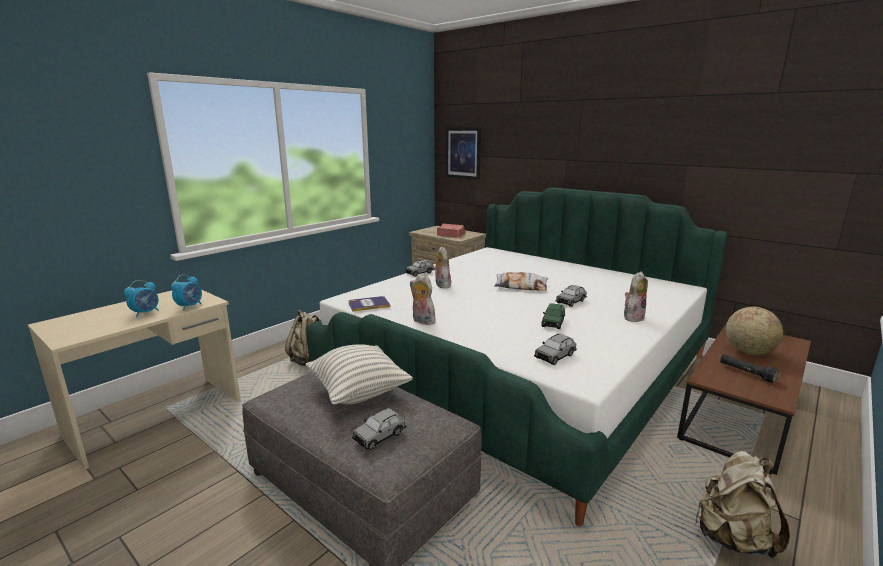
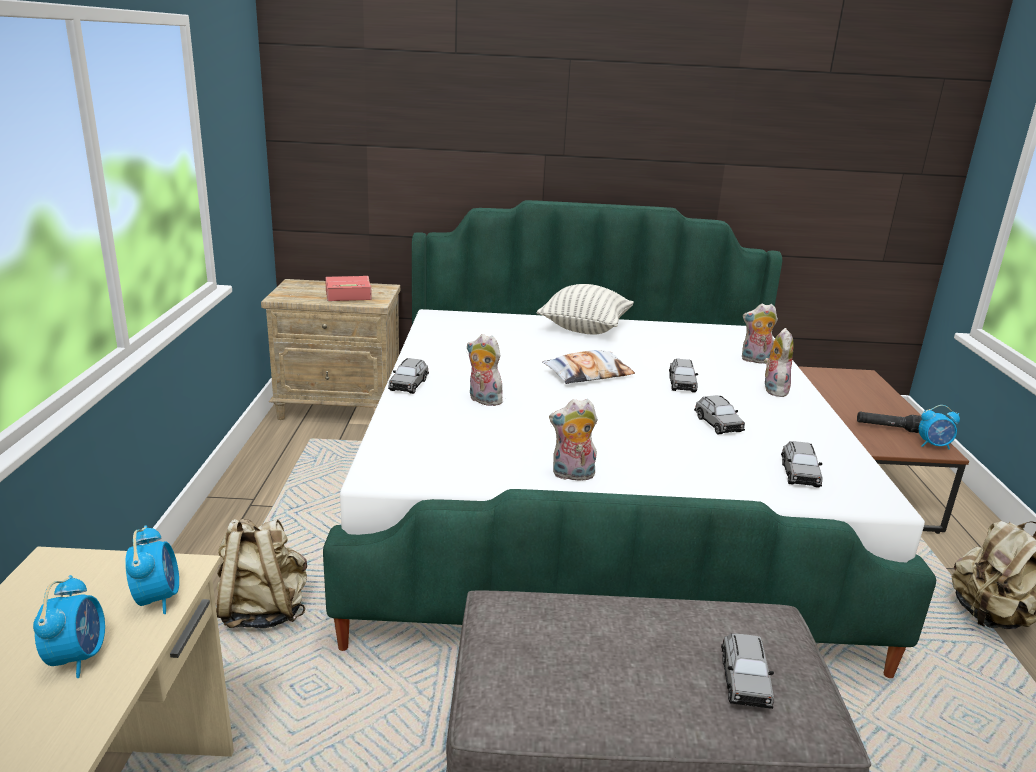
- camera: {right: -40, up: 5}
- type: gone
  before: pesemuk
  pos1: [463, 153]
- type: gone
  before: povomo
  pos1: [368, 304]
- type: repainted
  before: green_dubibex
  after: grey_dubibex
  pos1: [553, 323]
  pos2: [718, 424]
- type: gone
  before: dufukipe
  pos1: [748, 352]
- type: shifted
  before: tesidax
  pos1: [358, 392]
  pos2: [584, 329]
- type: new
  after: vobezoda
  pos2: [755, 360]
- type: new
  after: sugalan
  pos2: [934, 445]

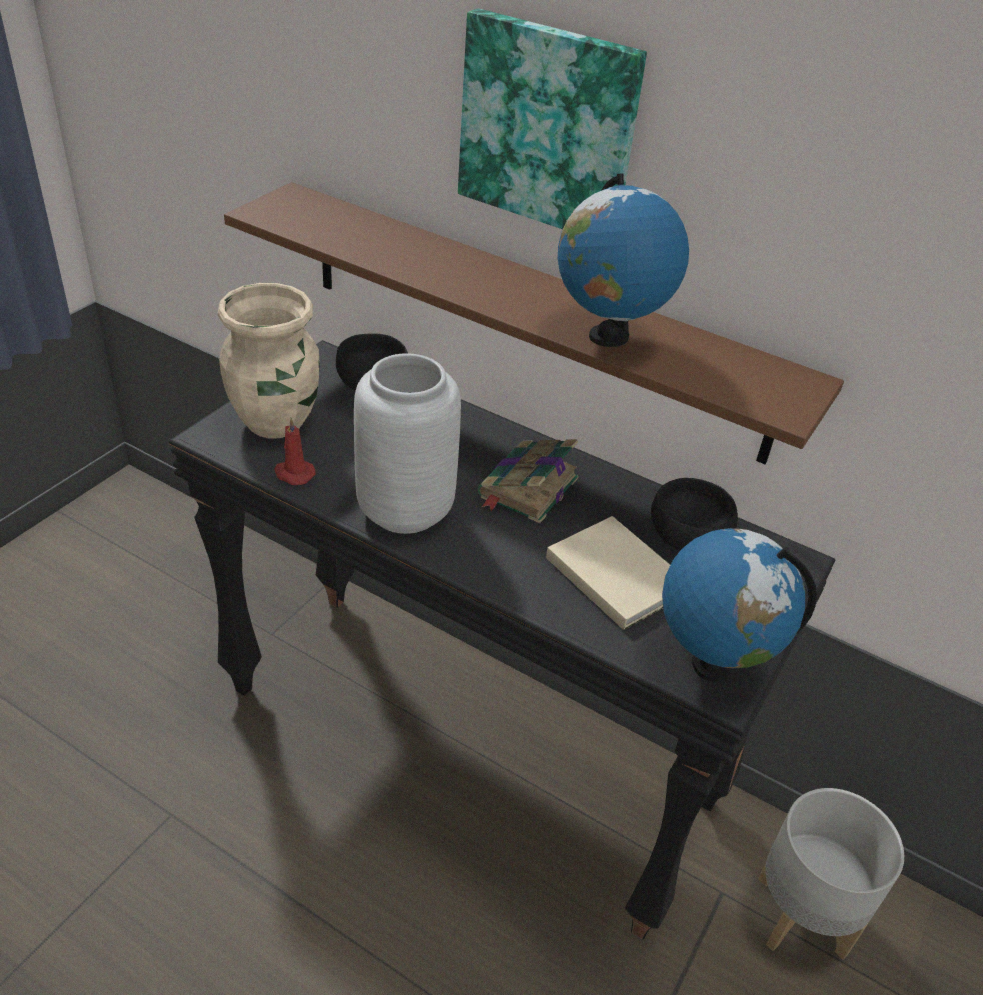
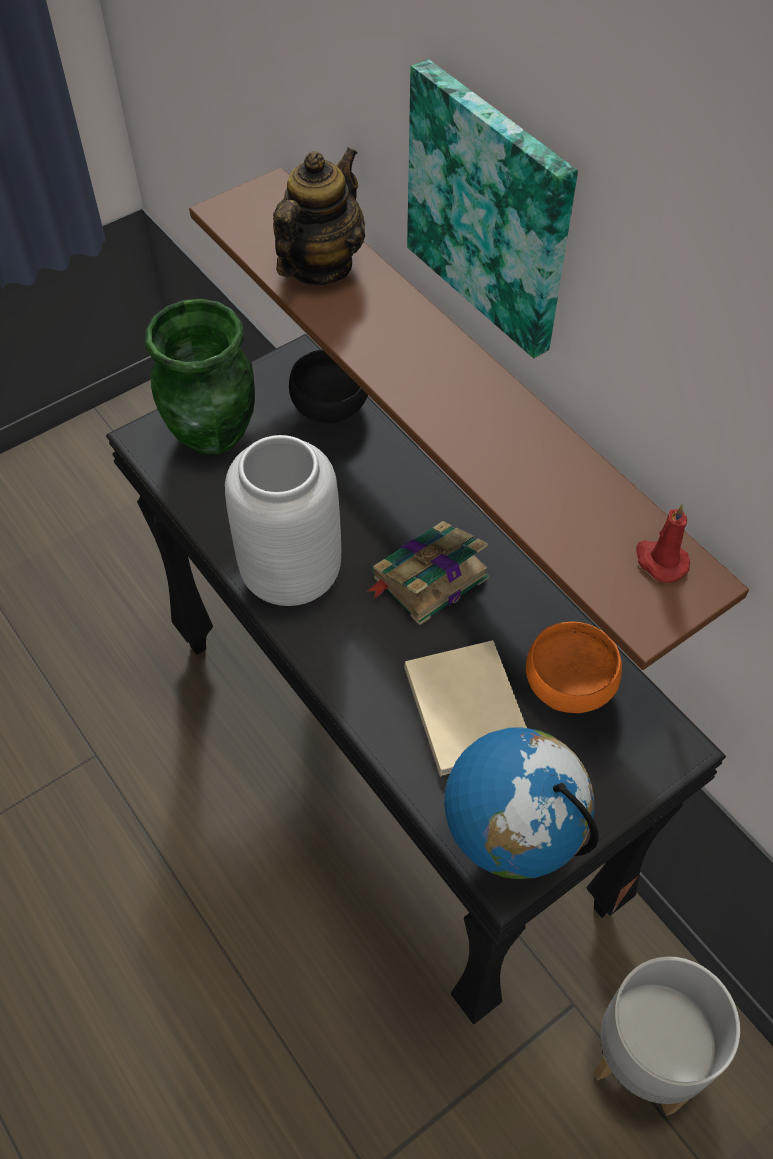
- camera: {right: 25, up: 15}
- type: gone
  before: dufukipe
  pos1: [607, 337]
- type: repainted
  before: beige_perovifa
  after: green_perovifa
  pos1: [276, 422]
  pos2: [214, 434]
- type: shifted
  before: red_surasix
  pos1: [293, 474]
  pos2: [660, 561]
- type: repainted
  before: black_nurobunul
  after: orange_nurobunul
  pos1: [686, 537]
  pos2: [568, 683]
- type: new
  after: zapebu
  pos2: [319, 266]

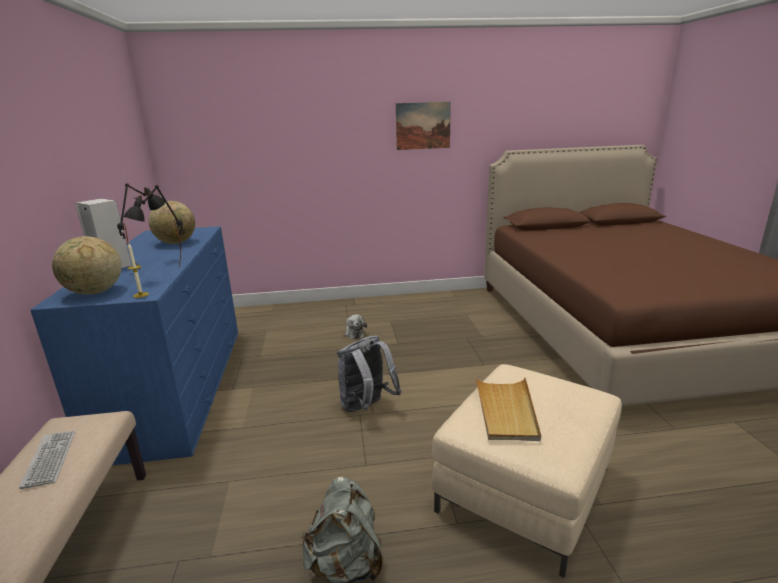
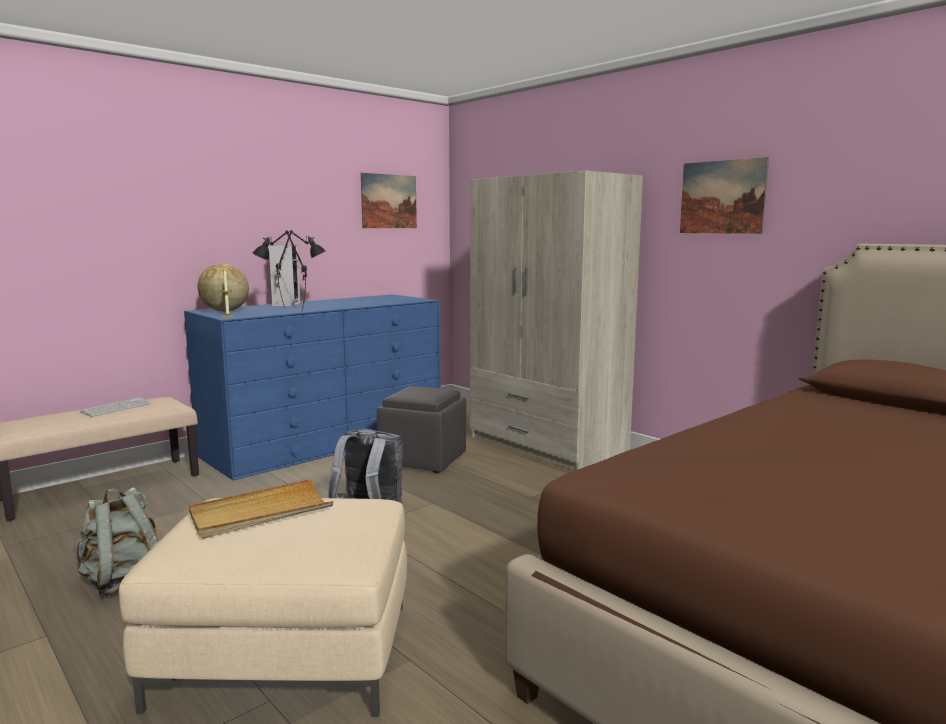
- camera: {right: 55, up: -10}
- type: gone
  before: dufukipe
  pos1: [176, 242]
- type: gone
  before: vobezoda
  pos1: [354, 333]
- type: new
  after: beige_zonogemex
  pos2: [546, 445]
- type: new
  after: pesemuk
  pos2: [389, 201]
- type: new
  after: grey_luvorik
  pos2: [423, 459]

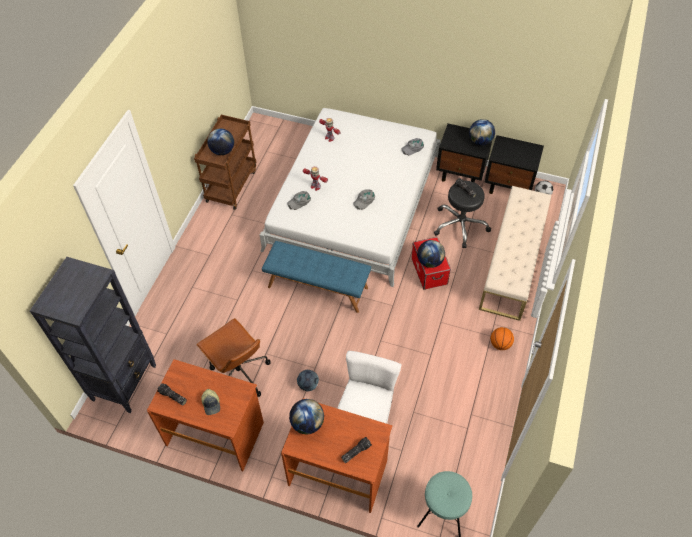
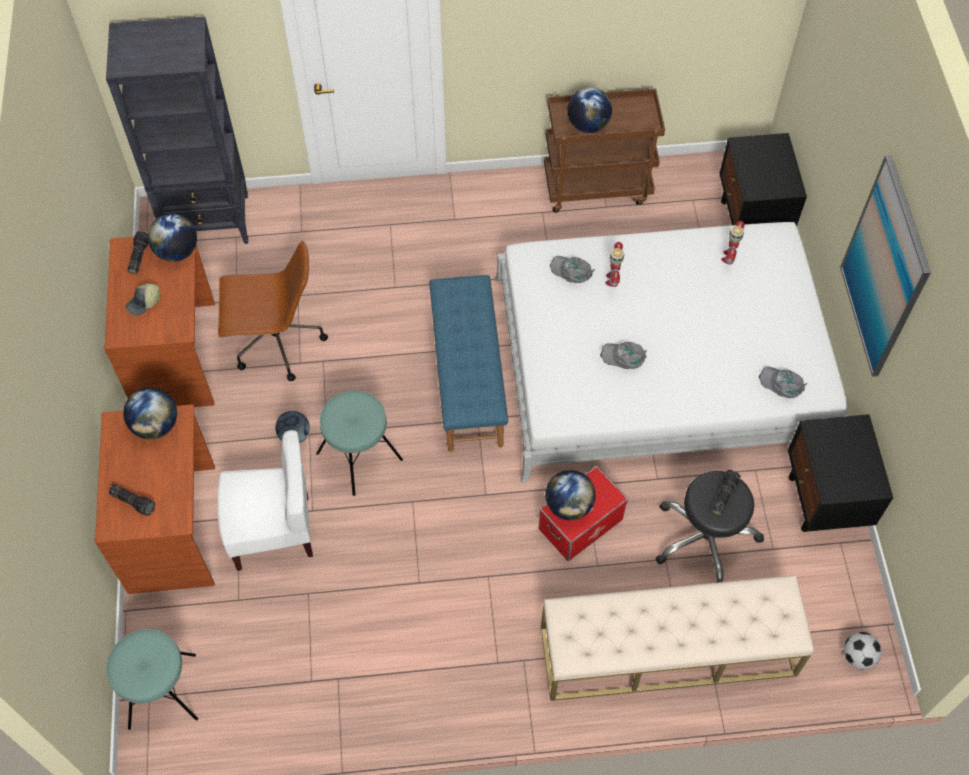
- camera: {right: 65, up: 5}
- type: shifted
  before: dufukipe
  pos1: [480, 141]
  pos2: [177, 252]
- type: shifted
  before: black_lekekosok
  pos1: [508, 186]
  pos2: [752, 220]
- type: rotated
  before: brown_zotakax
  pos1: [239, 374]
  pos2: [276, 343]
  turn: -120
- type: gone
  before: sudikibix
  pos1: [500, 344]
- type: new
  after: pesemuk
  pos2: [884, 269]
- type: new
  after: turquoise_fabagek
  pos2: [359, 456]

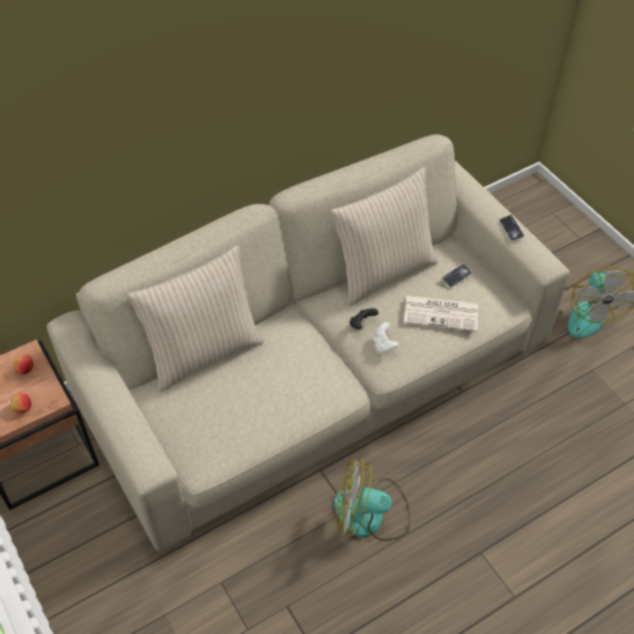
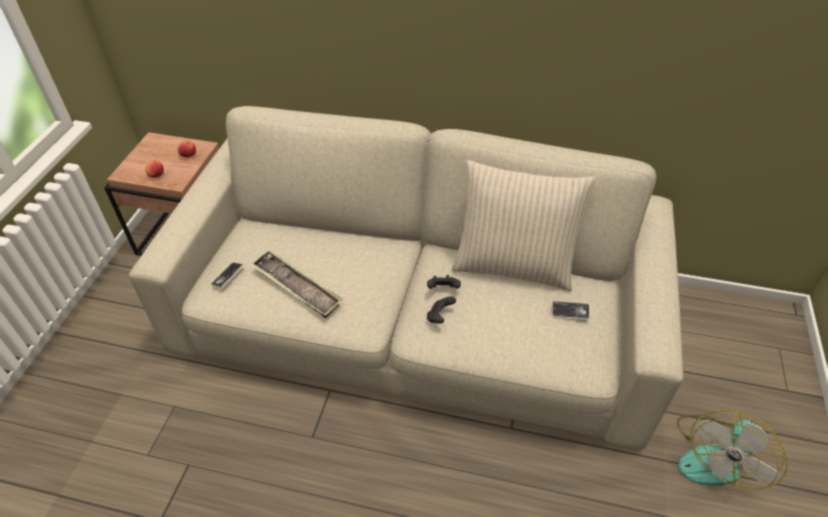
- camera: {right: 45, up: -5}
- type: shifted
  before: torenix
  pos1: [511, 229]
  pos2: [227, 276]
- type: gone
  before: beige_tesidax
  pos1: [204, 352]
- type: gone
  before: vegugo
  pos1: [442, 313]
- type: repainted
  before: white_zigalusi
  after: black_zigalusi
  pos1: [384, 344]
  pos2: [439, 317]
- type: gone
  before: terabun
  pos1: [370, 515]
- type: new
  after: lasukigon
  pos2: [296, 287]

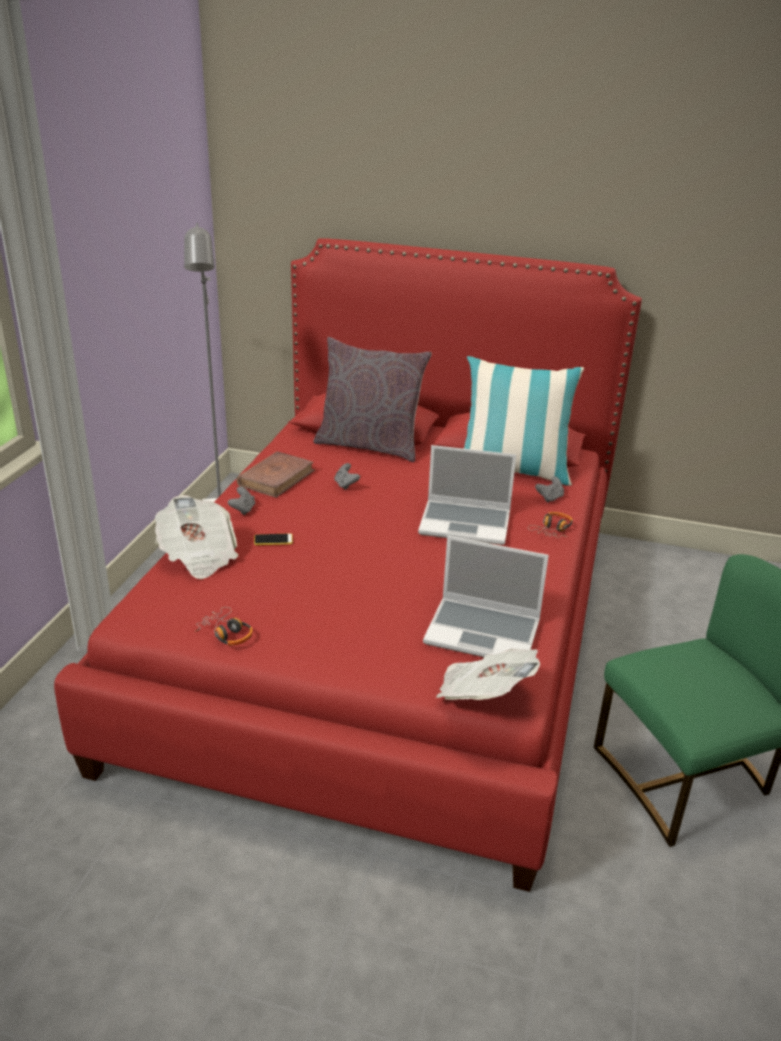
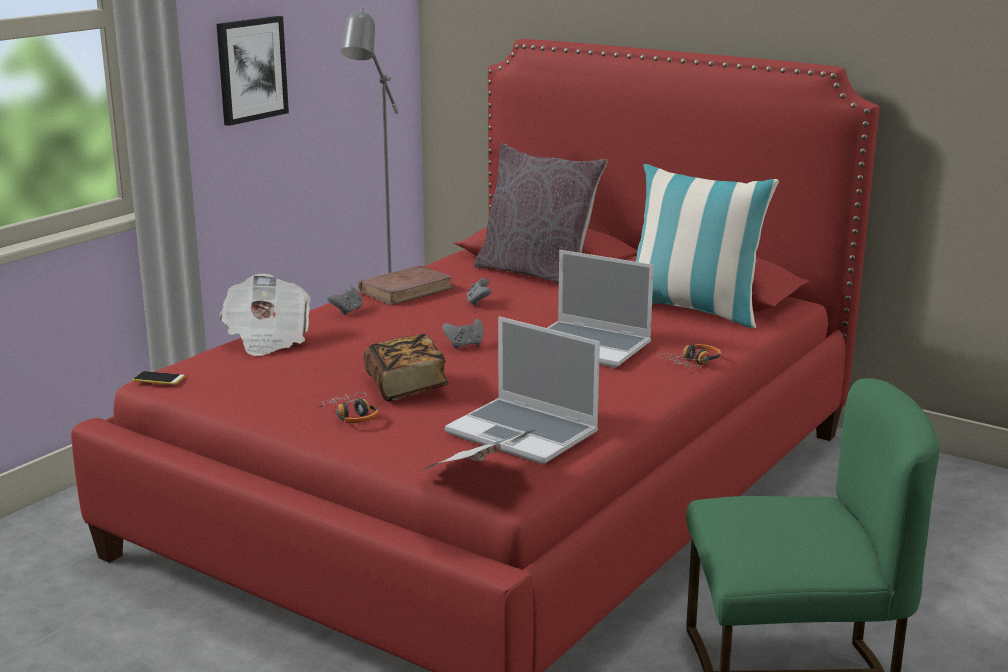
- camera: {right: 20, up: -10}
- type: shifted
  before: grey_zigalusi
  pos1: [550, 498]
  pos2: [465, 345]
- type: shifted
  before: torenix
  pos1: [273, 540]
  pos2: [159, 379]
- type: shifted
  before: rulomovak
  pos1: [226, 633]
  pos2: [351, 416]
- type: new
  after: pesemuk
  pos2: [251, 69]
- type: new
  after: povomo
  pos2: [406, 386]

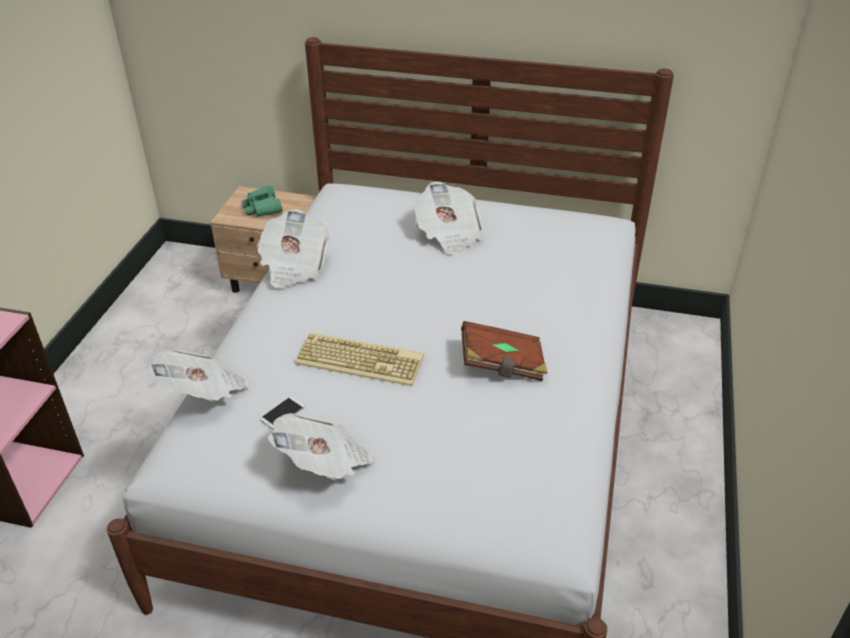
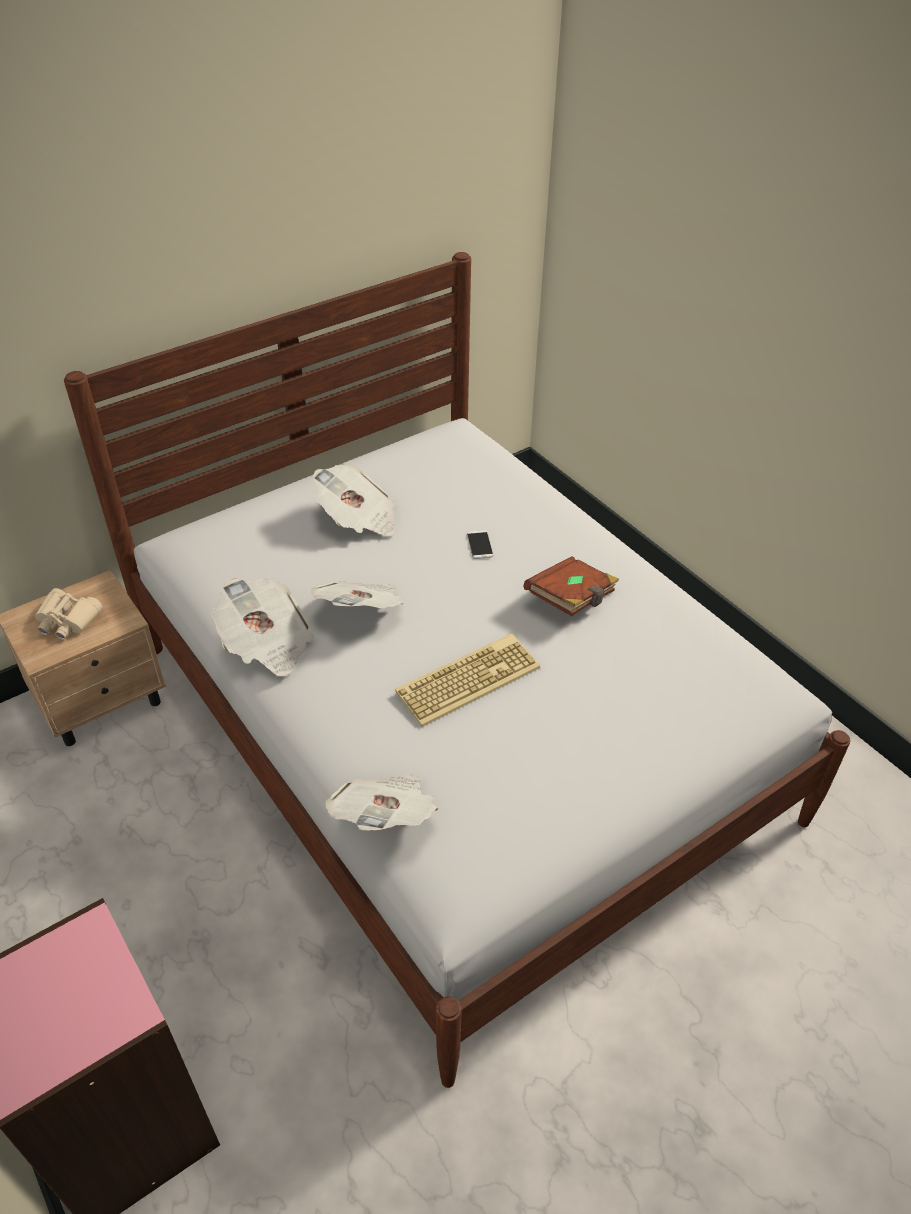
- camera: {right: -50, up: 5}
- type: repainted
  before: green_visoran
  after: beige_visoran
  pos1: [262, 208]
  pos2: [67, 620]
- type: shifted
  before: torenix
  pos1: [282, 413]
  pos2: [480, 545]
- type: shifted
  before: vegugo
  pos1: [324, 464]
  pos2: [362, 611]

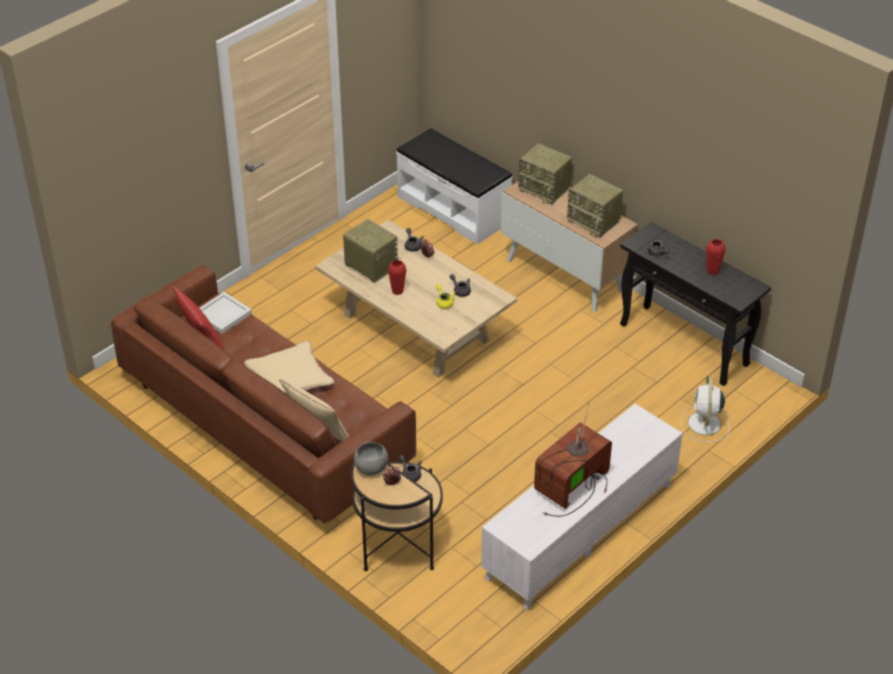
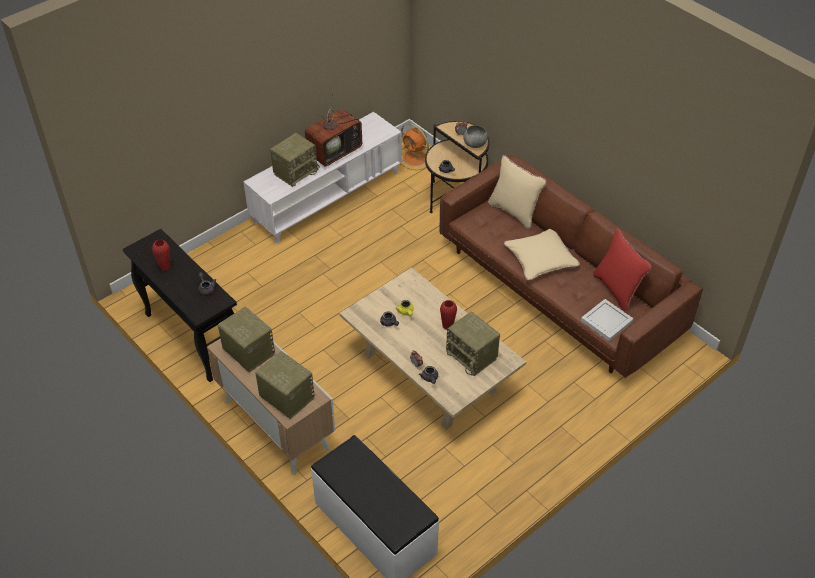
- camera: {right: -175, up: 5}
- type: gone
  before: white_terabun
  pos1: [704, 424]
- type: new
  after: orange_terabun
  pos2: [415, 158]
- type: new
  after: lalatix
  pos2: [295, 171]

